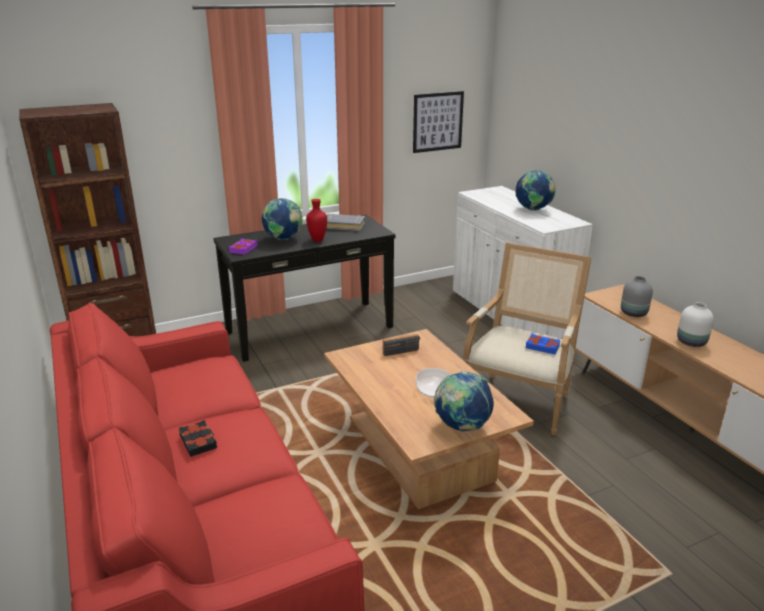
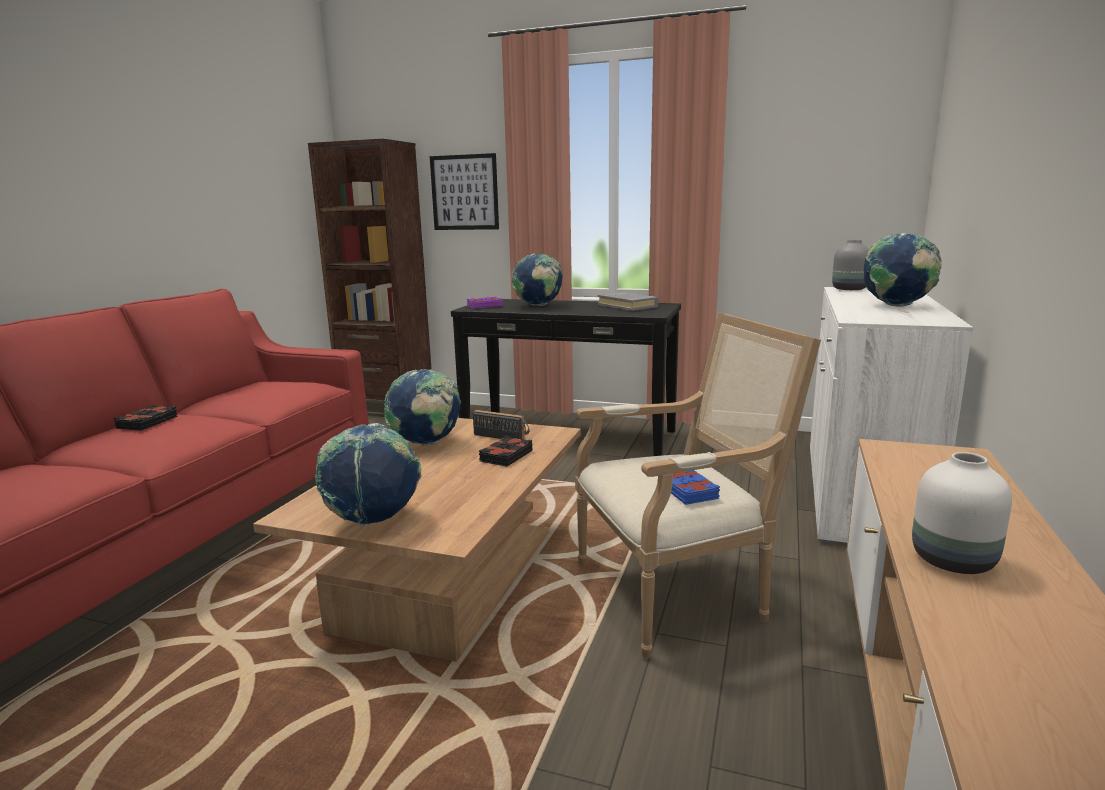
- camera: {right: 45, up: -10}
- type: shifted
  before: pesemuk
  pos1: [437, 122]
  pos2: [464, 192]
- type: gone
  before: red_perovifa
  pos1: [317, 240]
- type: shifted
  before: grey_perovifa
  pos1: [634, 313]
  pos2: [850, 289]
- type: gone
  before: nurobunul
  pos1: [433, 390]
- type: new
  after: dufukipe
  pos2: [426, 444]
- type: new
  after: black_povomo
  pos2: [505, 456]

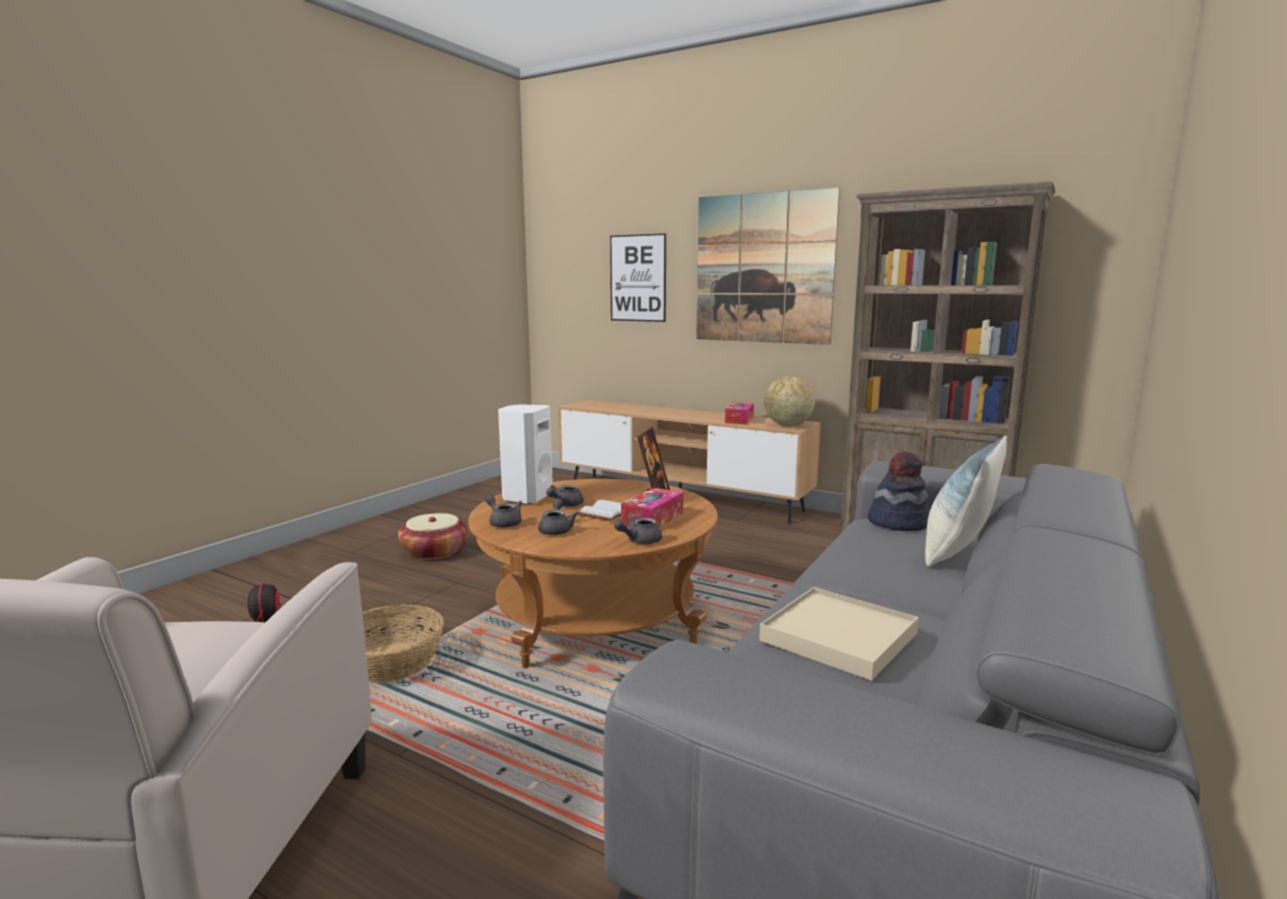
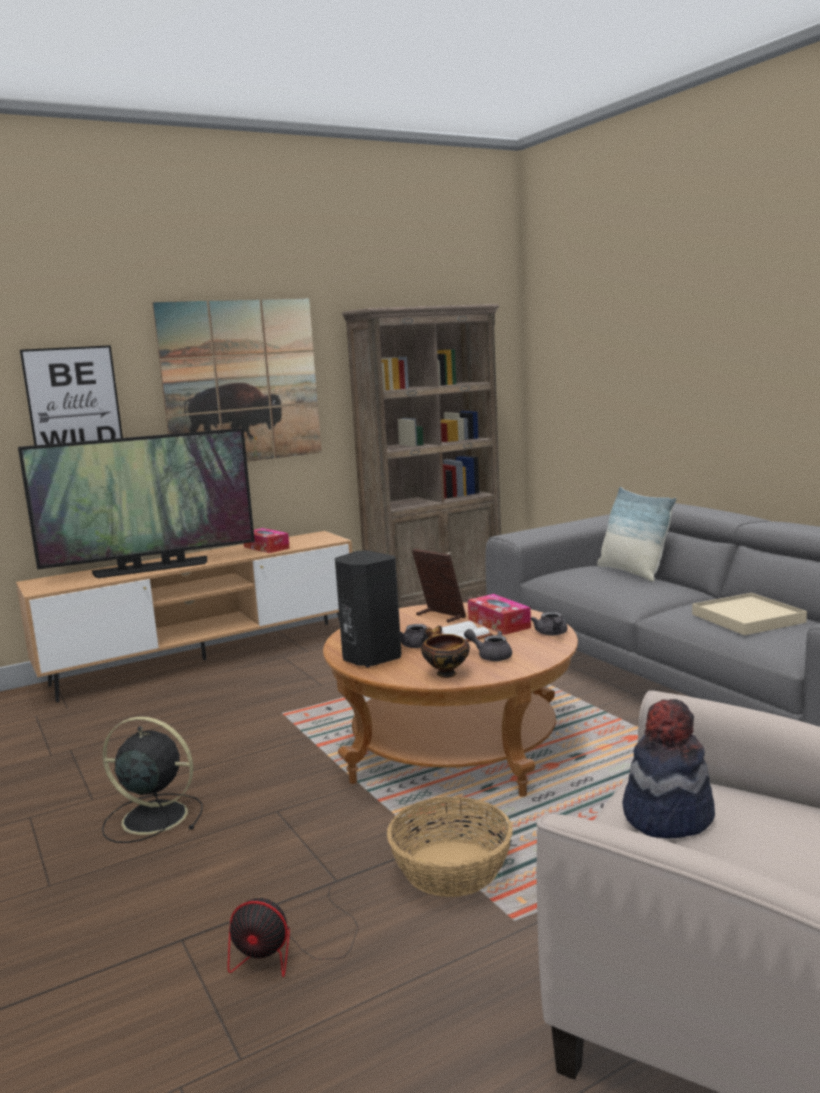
- camera: {right: -60, up: 0}
- type: gone
  before: dufukipe
  pos1: [787, 425]
- type: repainted
  before: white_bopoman
  after: black_bopoman
  pos1: [526, 497]
  pos2: [369, 658]
- type: shifted
  before: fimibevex
  pos1: [898, 523]
  pos2: [666, 815]
- type: swapped
  before: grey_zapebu
  after: nurobunul
  pos1: [503, 522]
  pos2: [445, 673]
- type: swapped
  before: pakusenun
  after: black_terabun
  pos1: [434, 551]
  pos2: [152, 817]
- type: new
  after: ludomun
  pos2: [151, 568]

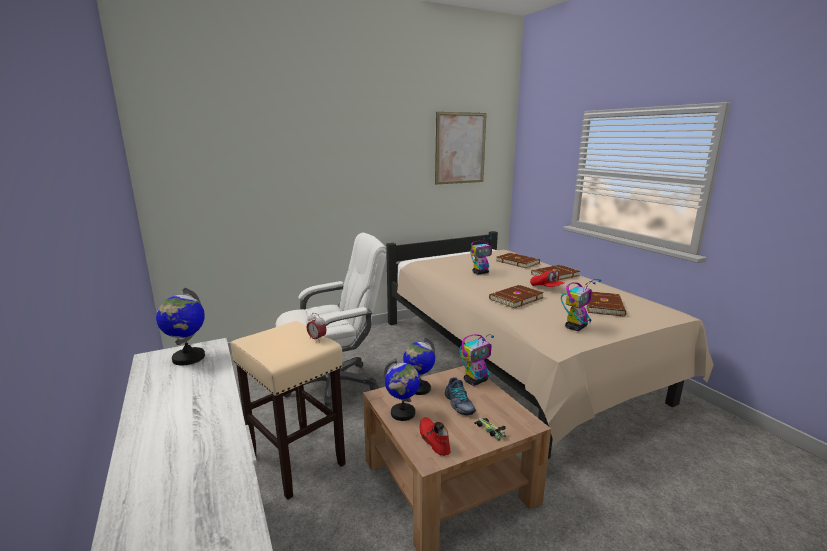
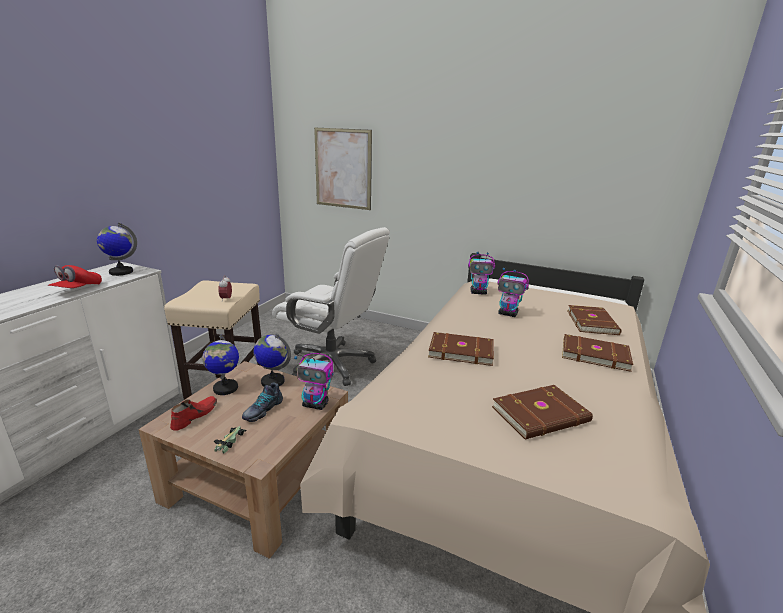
- camera: {right: 50, up: 5}
- type: shifted
  before: pesemuk
  pos1: [460, 148]
  pos2: [343, 169]
- type: shifted
  before: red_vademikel
  pos1: [546, 288]
  pos2: [77, 289]
- type: shifted
  before: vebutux
  pos1: [576, 327]
  pos2: [478, 292]

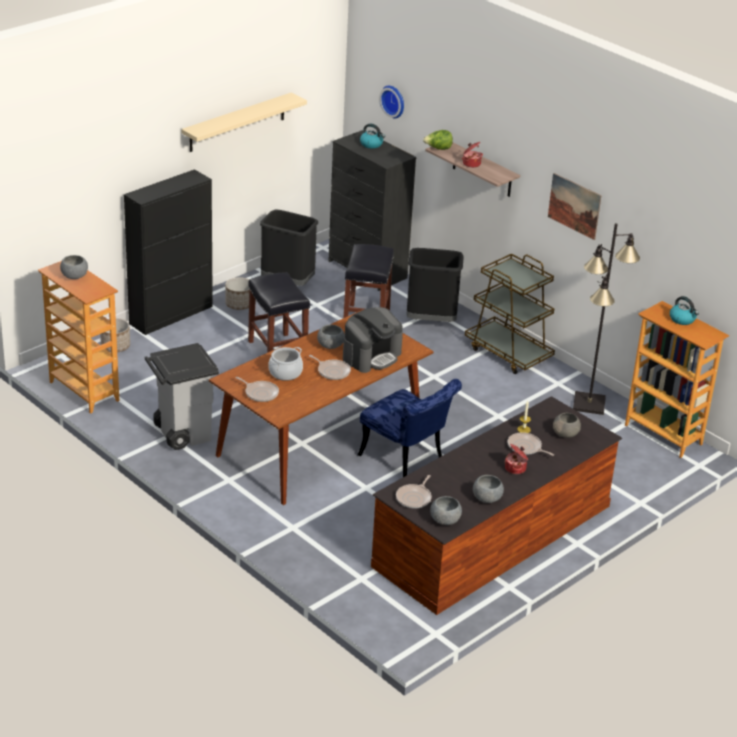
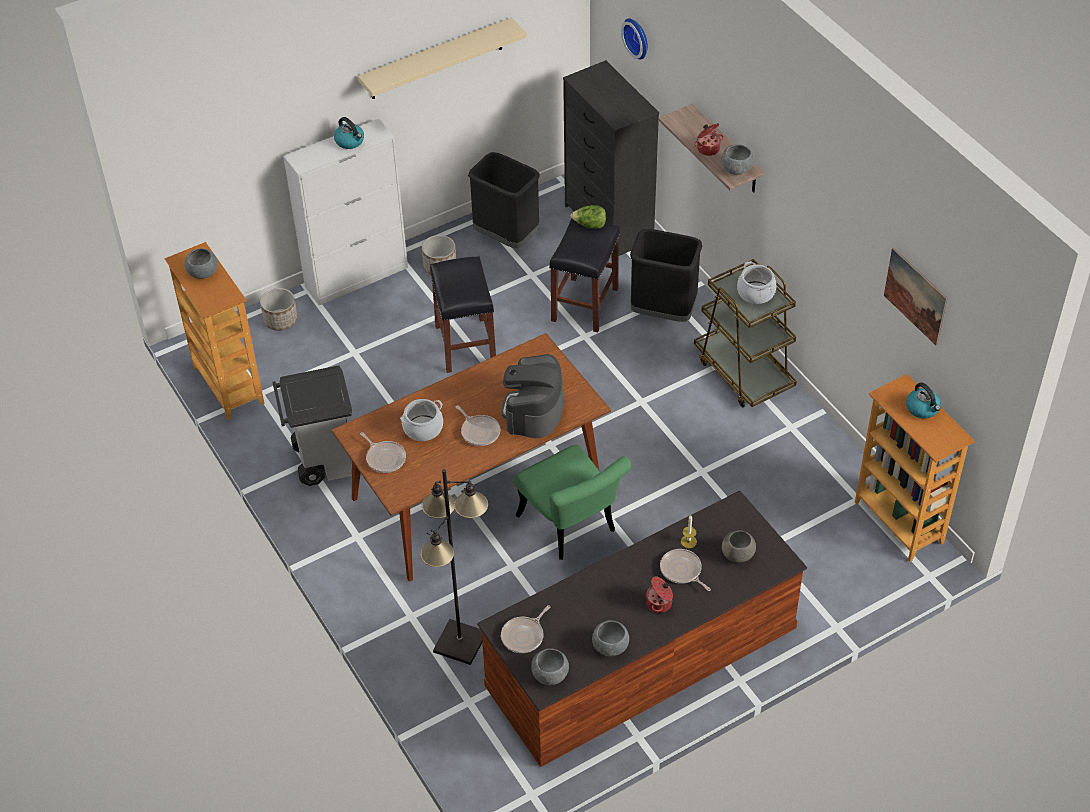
- camera: {right: 15, up: 15}
- type: shifted
  before: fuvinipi
  pos1: [371, 144]
  pos2: [350, 141]
- type: shifted
  before: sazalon
  pos1: [438, 149]
  pos2: [589, 225]
- type: repainted
  before: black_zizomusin
  after: white_zizomusin
  pos1: [171, 315]
  pos2: [357, 277]
- type: shifted
  before: pesemuk
  pos1: [574, 206]
  pos2: [915, 296]
- type: shifted
  before: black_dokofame
  pos1: [589, 404]
  pos2: [460, 643]
- type: rotated
  before: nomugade
  pos1: [371, 356]
  pos2: [533, 411]
  turn: 135
- type: shifted
  before: grey_nurobunul
  pos1: [330, 345]
  pos2: [736, 169]
- type: repainted
  before: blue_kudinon
  after: green_kudinon
  pos1: [406, 459]
  pos2: [572, 528]
- type: new
  after: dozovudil
  pos2: [755, 293]

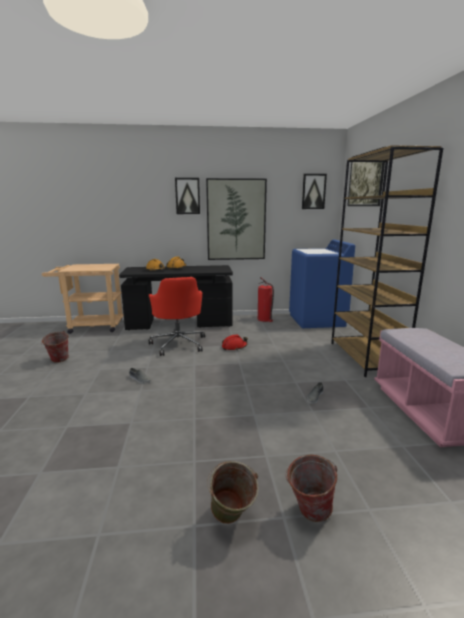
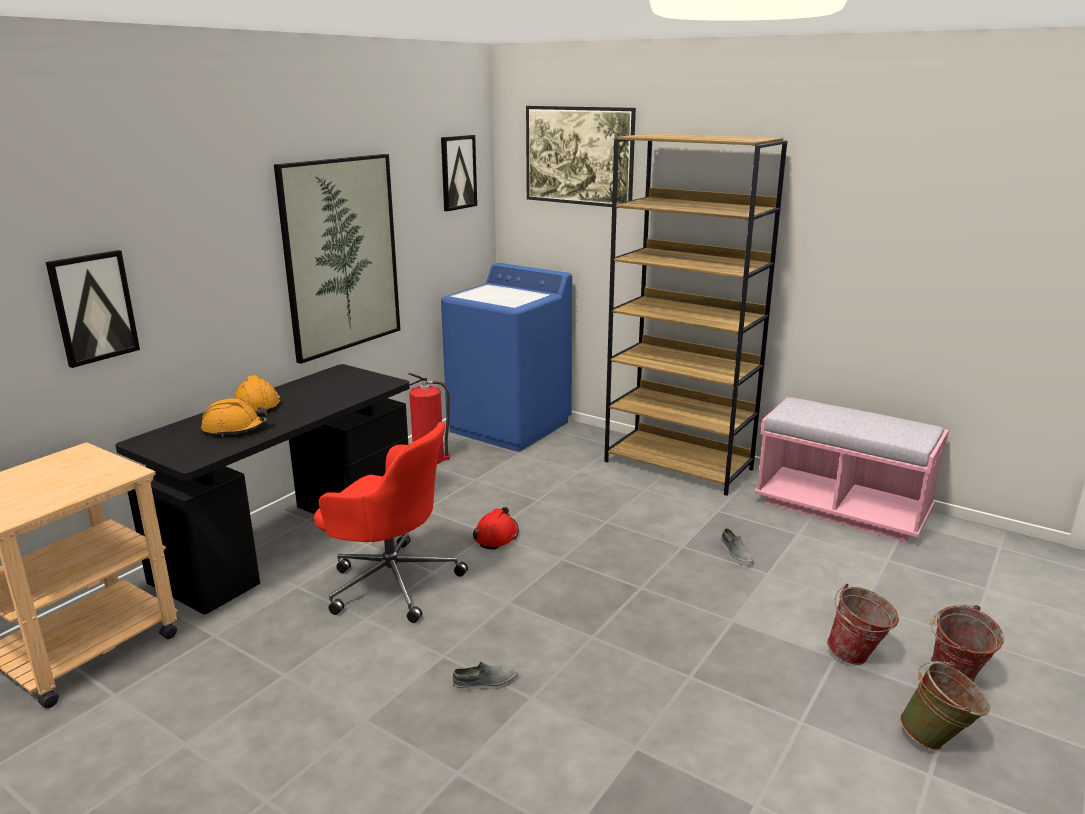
- camera: {right: -50, up: 5}
- type: shifted
  before: pesemuk
  pos1: [187, 196]
  pos2: [93, 307]
- type: shifted
  before: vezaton
  pos1: [58, 361]
  pos2: [857, 657]

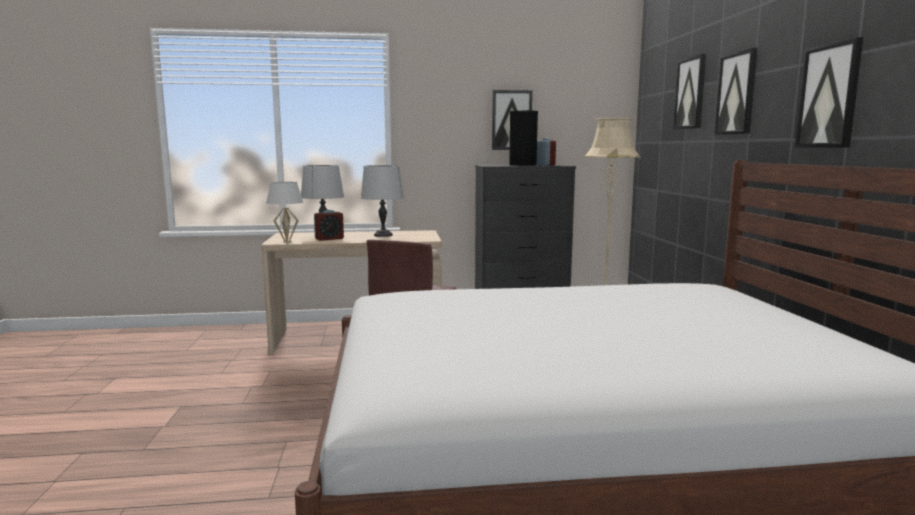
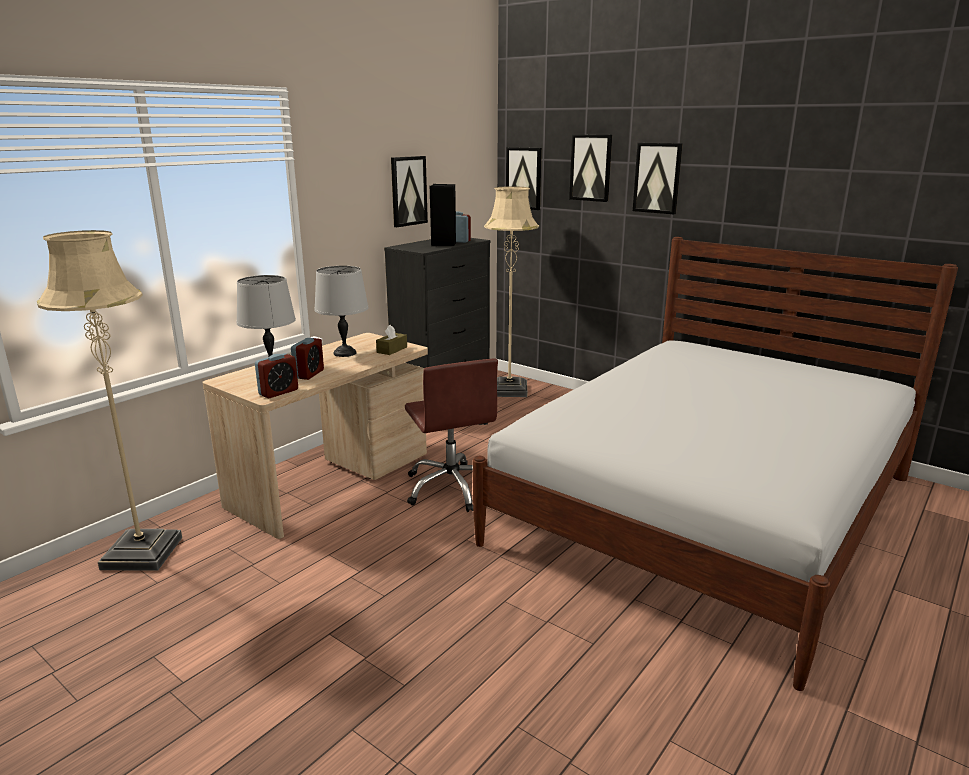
- camera: {right: -45, up: 10}
- type: shifted
  before: pesemuk
  pos1: [829, 96]
  pos2: [524, 178]
- type: swapped
  before: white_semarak
  after: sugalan
  pos1: [287, 242]
  pos2: [278, 392]
- type: new
  after: beige_dokofame
  pos2: [142, 553]
- type: new
  after: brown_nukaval
  pos2: [392, 350]

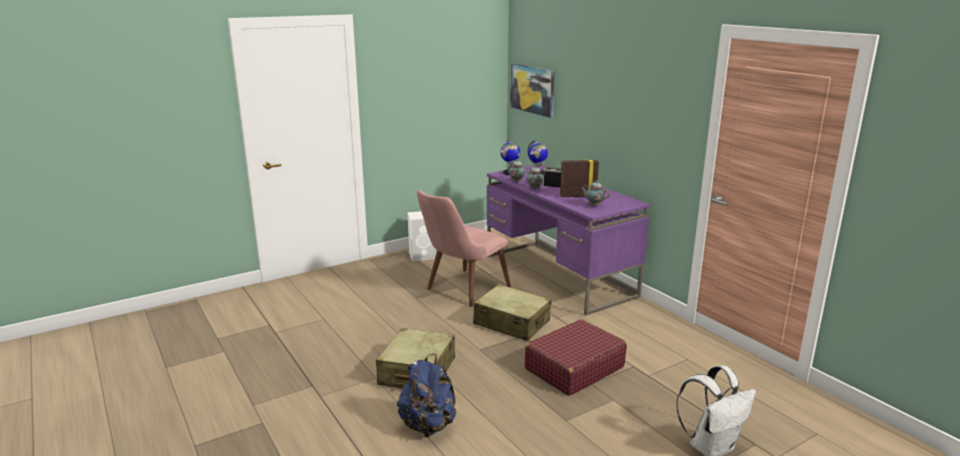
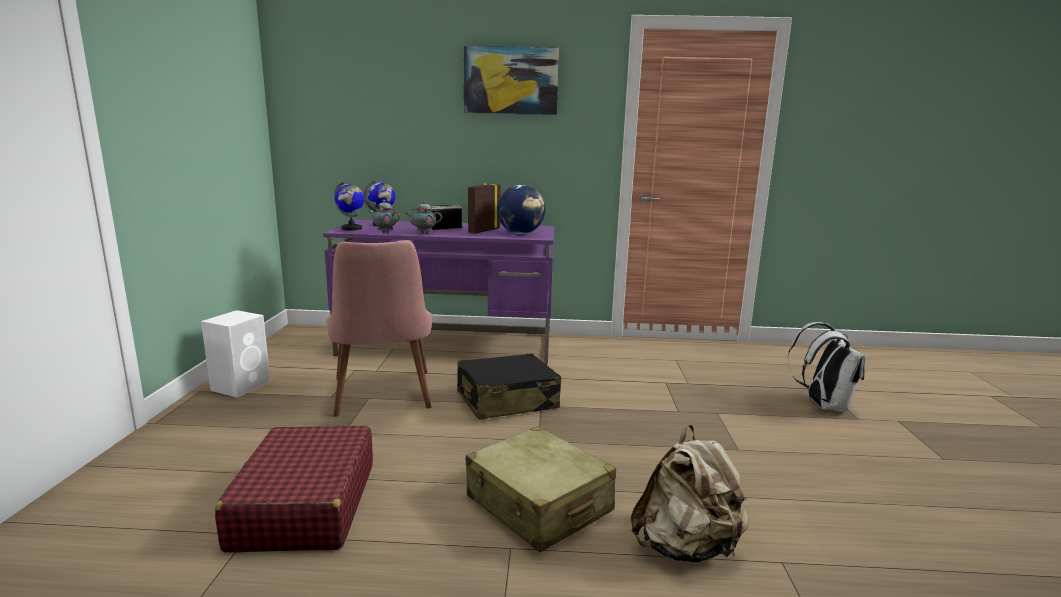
- camera: {right: -55, up: -5}
- type: shifted
  before: pesemuk
  pos1: [532, 89]
  pos2: [511, 81]
- type: swapped
  before: zapebu
  after: dufukipe
  pos1: [593, 205]
  pos2: [521, 233]
- type: repainted
  before: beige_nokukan
  after: black_nokukan
  pos1: [511, 323]
  pos2: [506, 401]
- type: shifted
  before: red_nokukan
  pos1: [574, 368]
  pos2: [305, 505]
- type: repainted
  before: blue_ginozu
  after: beige_ginozu
  pos1: [428, 425]
  pos2: [686, 547]

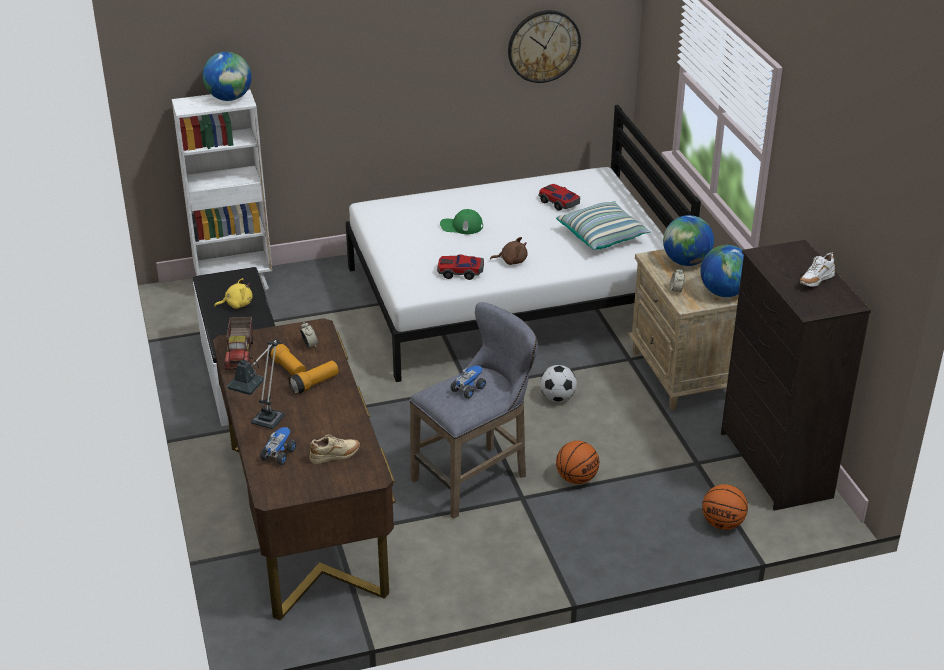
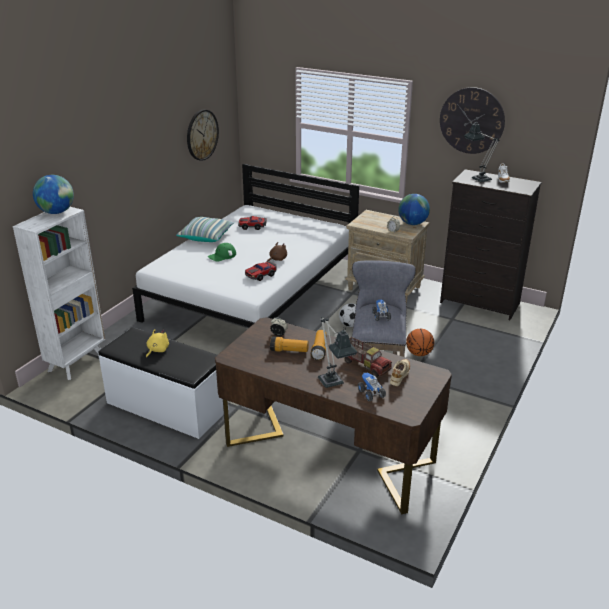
- camera: {right: -45, up: -5}
- type: shifted
  before: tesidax
  pos1: [602, 236]
  pos2: [206, 236]
- type: gone
  before: dufukipe
  pos1: [686, 262]
- type: shifted
  before: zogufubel
  pos1: [241, 354]
  pos2: [365, 365]
- type: gone
  before: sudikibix
  pos1: [722, 523]
- type: new
  after: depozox
  pos2: [471, 120]
- type: new
  after: semarak
  pos2: [478, 178]

